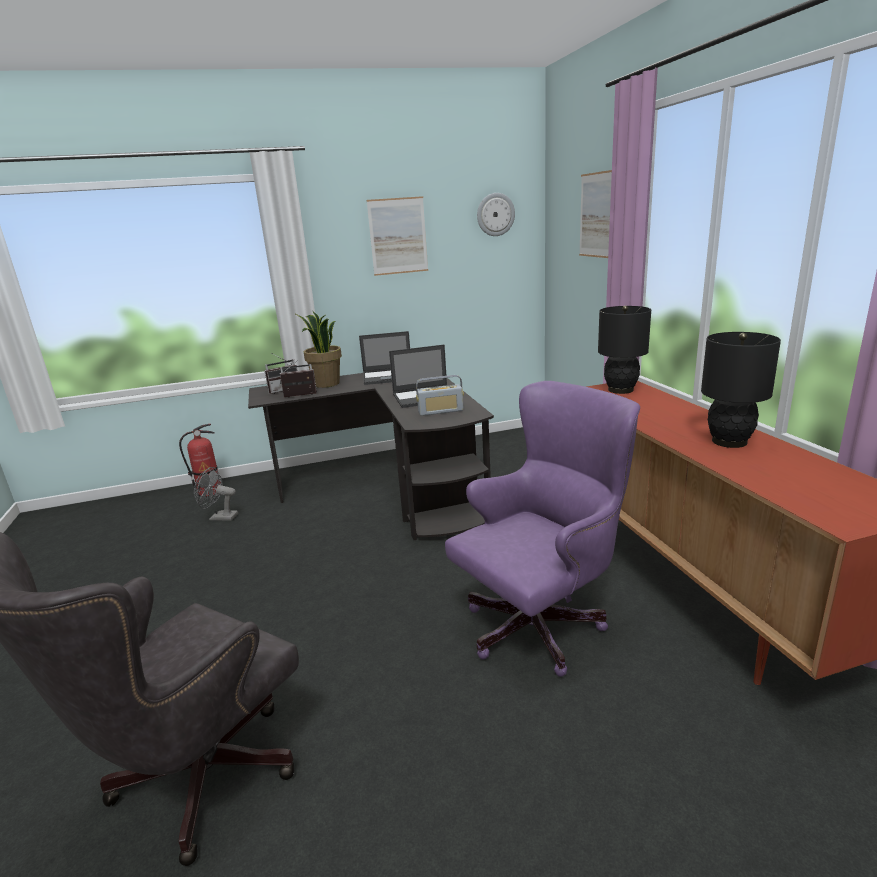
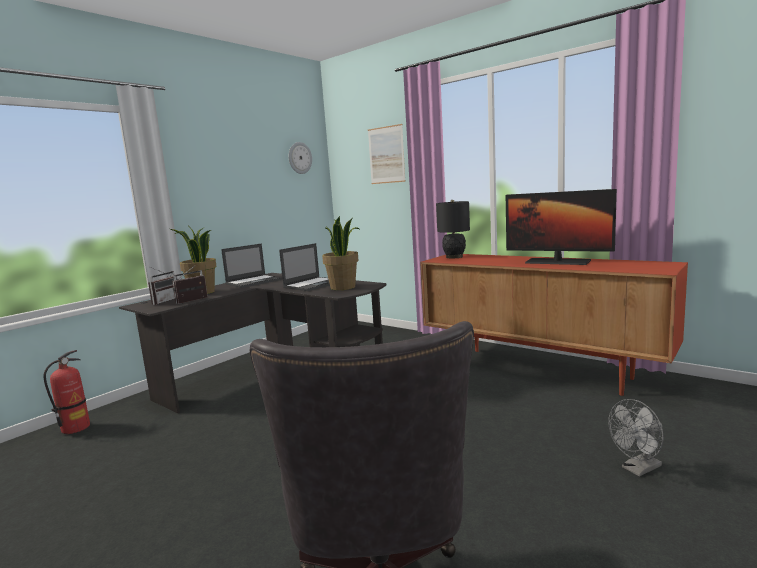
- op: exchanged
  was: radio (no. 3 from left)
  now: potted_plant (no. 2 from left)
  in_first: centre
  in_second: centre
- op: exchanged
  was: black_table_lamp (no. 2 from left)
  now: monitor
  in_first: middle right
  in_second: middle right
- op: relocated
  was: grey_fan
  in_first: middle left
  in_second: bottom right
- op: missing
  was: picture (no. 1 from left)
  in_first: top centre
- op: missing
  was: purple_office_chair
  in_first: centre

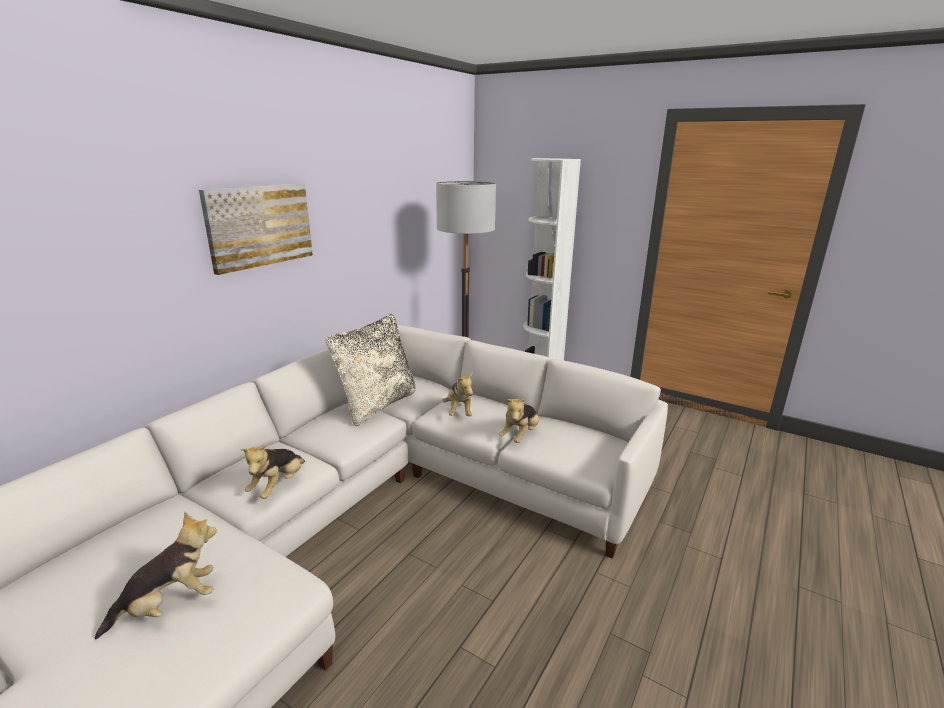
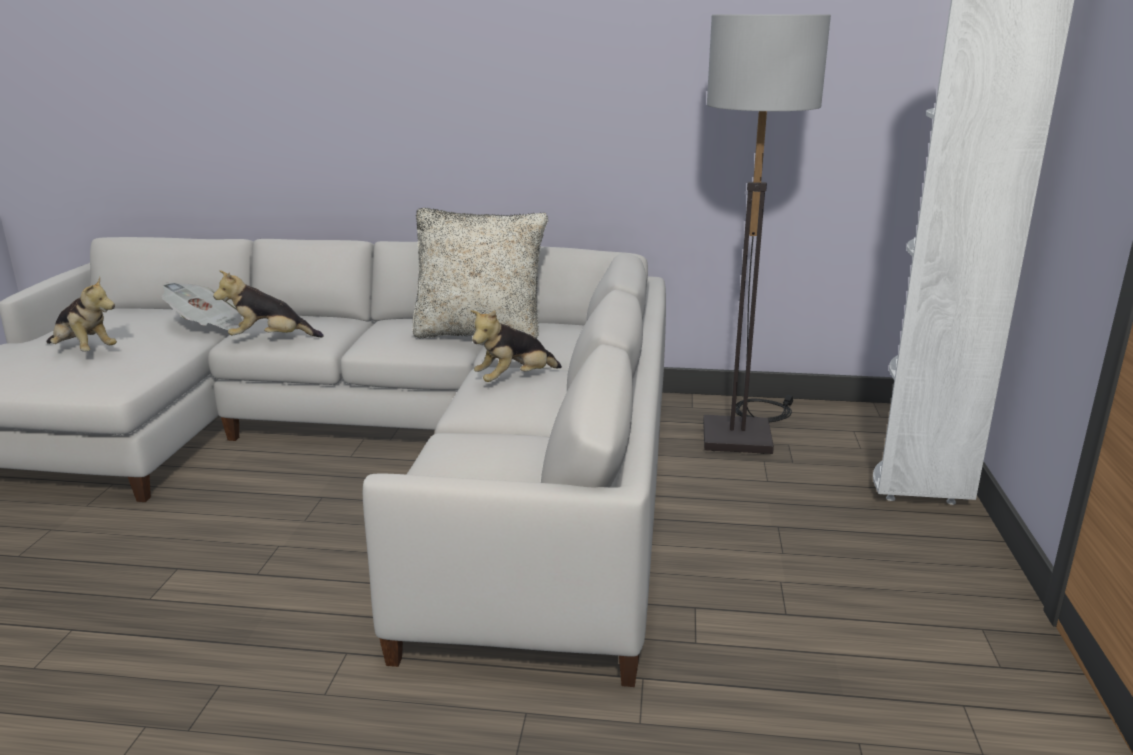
- op: appeared
  now: newspaper
  in_second: middle left
- op: missing
  was: picture
  in_first: top left
- op: missing
  was: plush_toy (no. 4 from left)
  in_first: centre

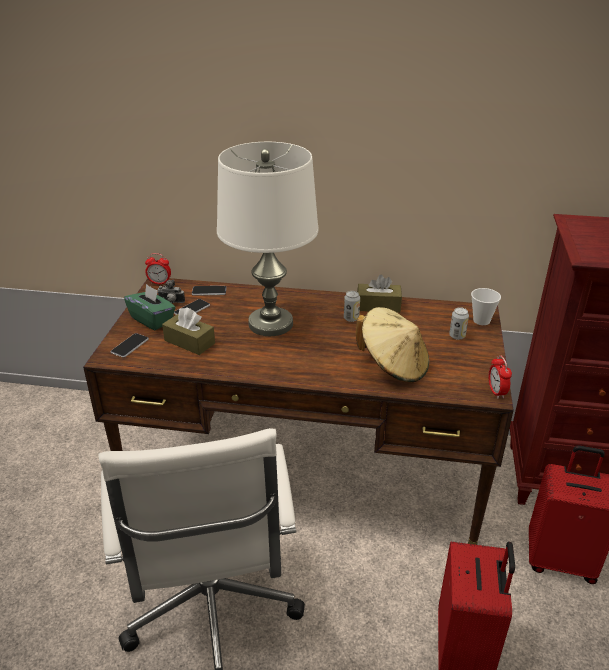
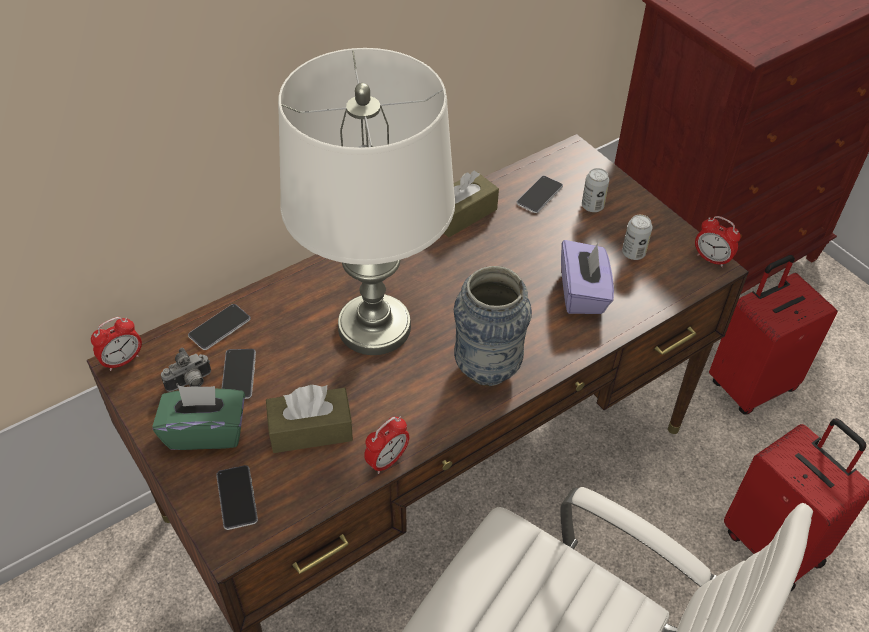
- op: appeared
  now: alarm_clock (no. 2 from left)
  in_second: bottom centre
- op: appeared
  now: vase
  in_second: centre
- op: appeared
  now: phone (no. 4 from left)
  in_second: top centre
- op: exchanged
  was: beige_hat
  now: purple_tissue_box
  in_first: centre
  in_second: middle right
- op: relocated
  was: can (no. 1 from left in the first image)
  now: can (no. 2 from left)
  in_first: centre
  in_second: middle right
- op: missing
  was: cup
  in_first: middle right

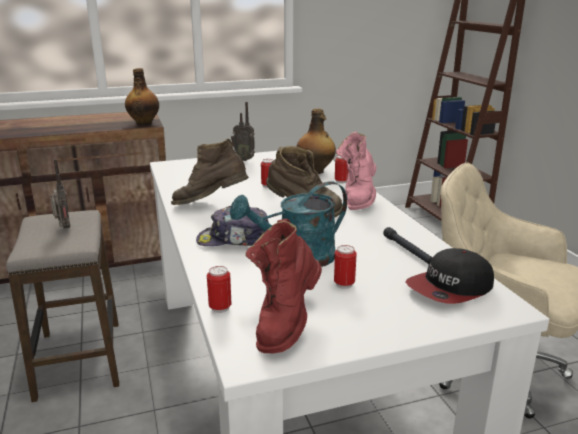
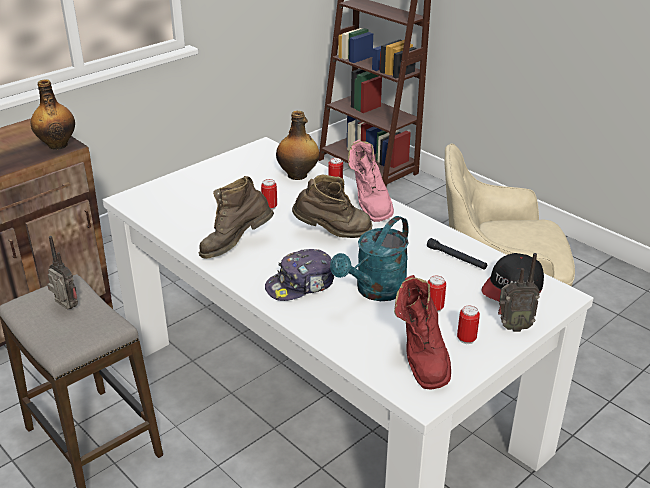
- op: relocated
  was: can (no. 1 from left in the first image)
  now: can (no. 4 from left)
  in_first: centre
  in_second: middle right
- op: relocated
  was: radio (no. 2 from left)
  in_first: top centre
  in_second: middle right

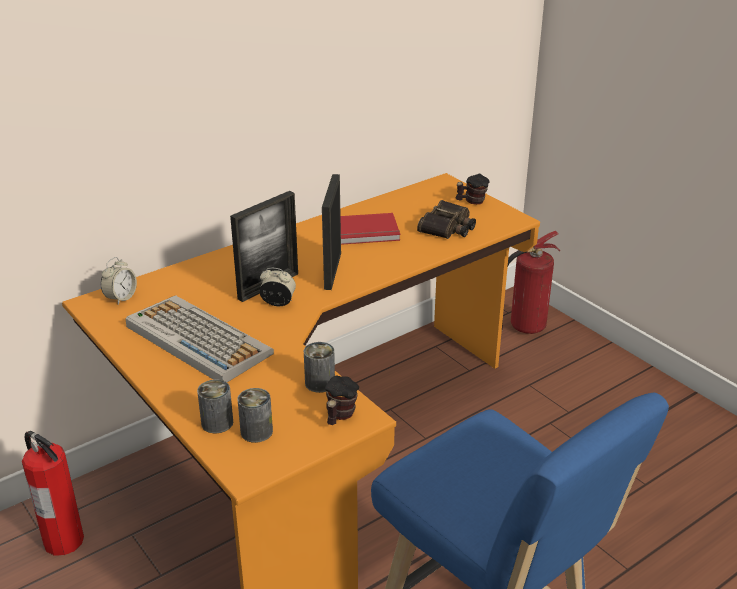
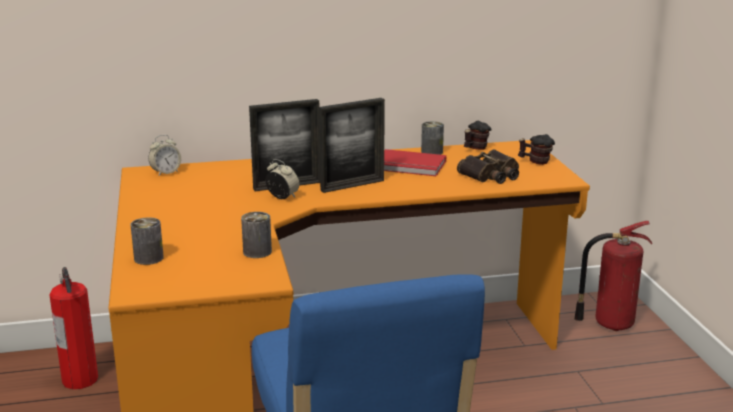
- op: spun
  was: picture_frame (no. 2 from left)
  in_first: centre
  in_second: centre
  clockwise: -150
- op: relocated
  was: can (no. 2 from left in the first image)
  now: can (no. 3 from left)
  in_first: bottom centre
  in_second: centre
- op: relocated
  was: mug (no. 1 from left)
  in_first: bottom centre
  in_second: top centre
- op: missing
  was: keyboard
  in_first: middle left

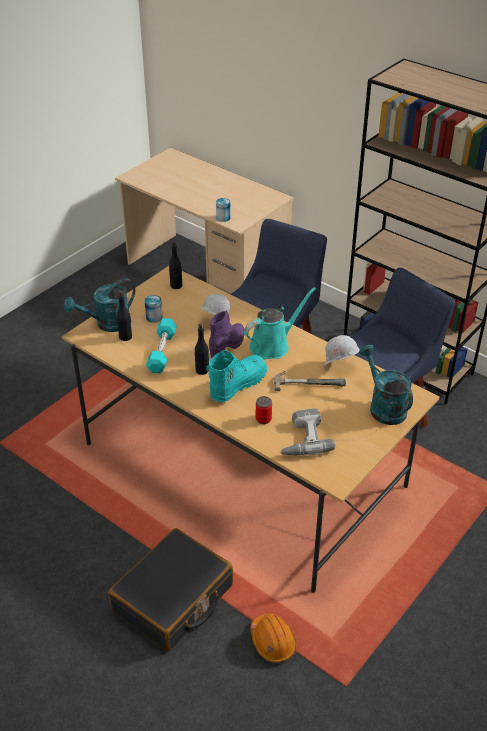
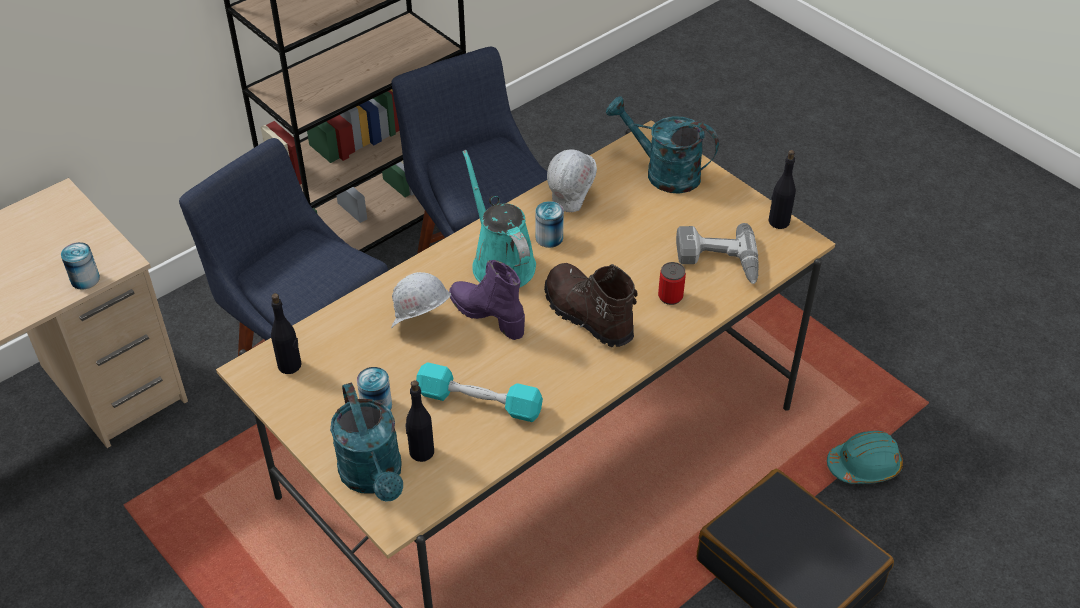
- op: appeared
  now: can (no. 3 from left)
  in_second: centre
- op: colour
  was: turquoise_boot
  now: brown_boot
  in_first: centre
  in_second: centre
- op: spun
  was: turquoise_watering_can (no. 3 from left)
  in_first: middle right
  in_second: top centre
  clockwise: 45
- op: relocated
  was: black_bottle (no. 3 from left)
  in_first: centre
  in_second: top right
- op: colour
  was: orange_hard_hat
  now: turquoise_hard_hat
  in_first: bottom centre
  in_second: bottom right
- op: missing
  was: hammer
  in_first: centre

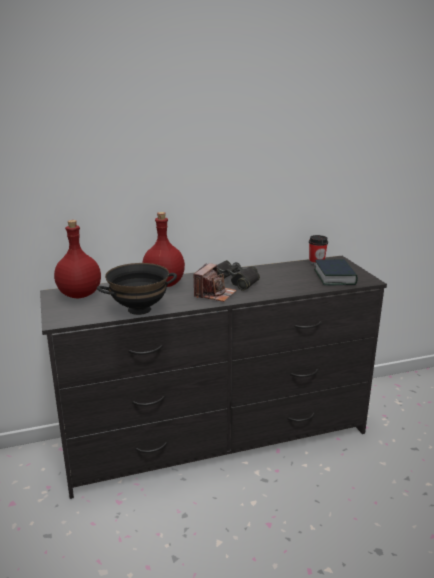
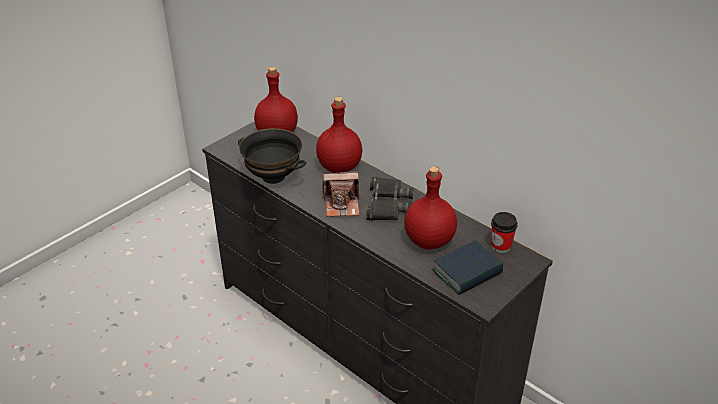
- op: appeared
  now: red_bottle (no. 3 from left)
  in_second: centre

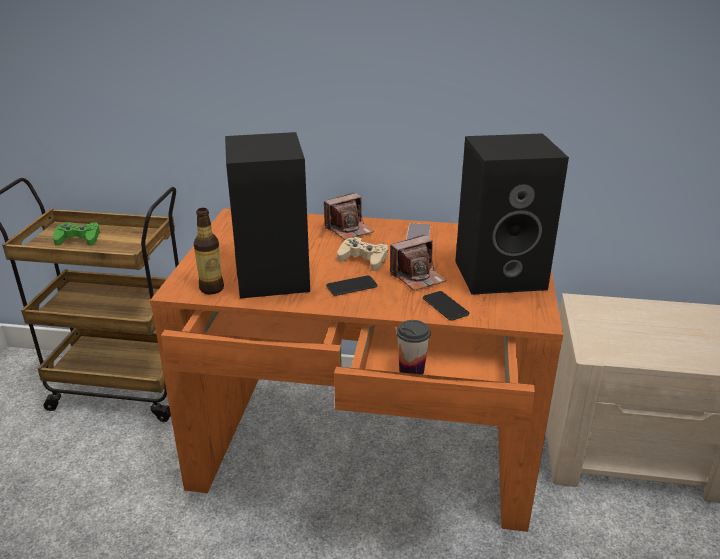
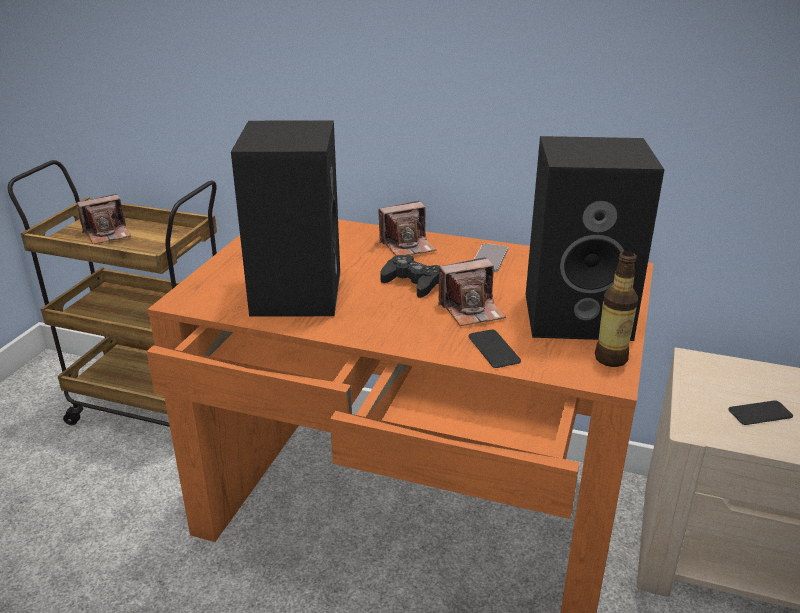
- op: exchanged
  was: green_game_controller
  now: photo_camera (no. 1 from left)
  in_first: middle left
  in_second: middle left
- op: colour
  was: beige_game_controller
  now: black_game_controller
  in_first: centre
  in_second: centre
- op: relocated
  was: bottle
  in_first: middle left
  in_second: middle right
- op: relocated
  was: phone (no. 1 from left in the first image)
  now: phone (no. 3 from left)
  in_first: centre
  in_second: bottom right
- op: missing
  was: cup
  in_first: centre

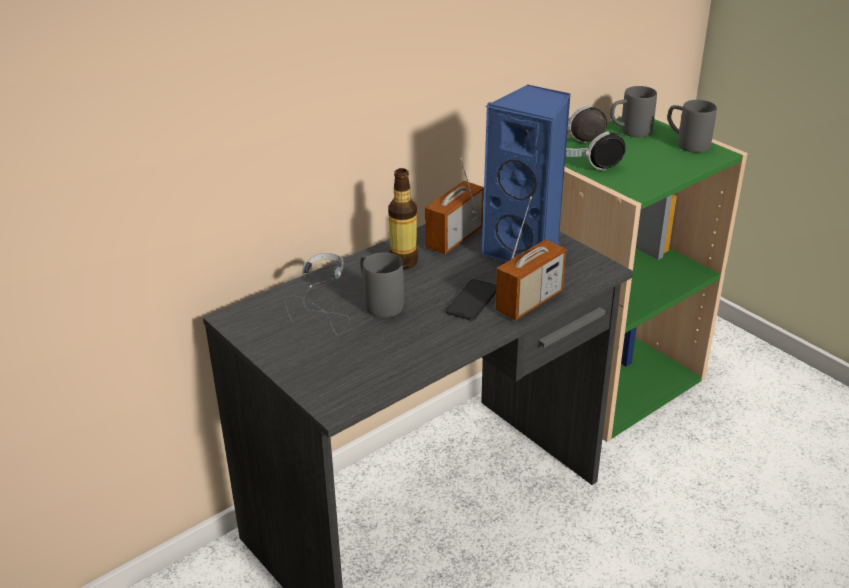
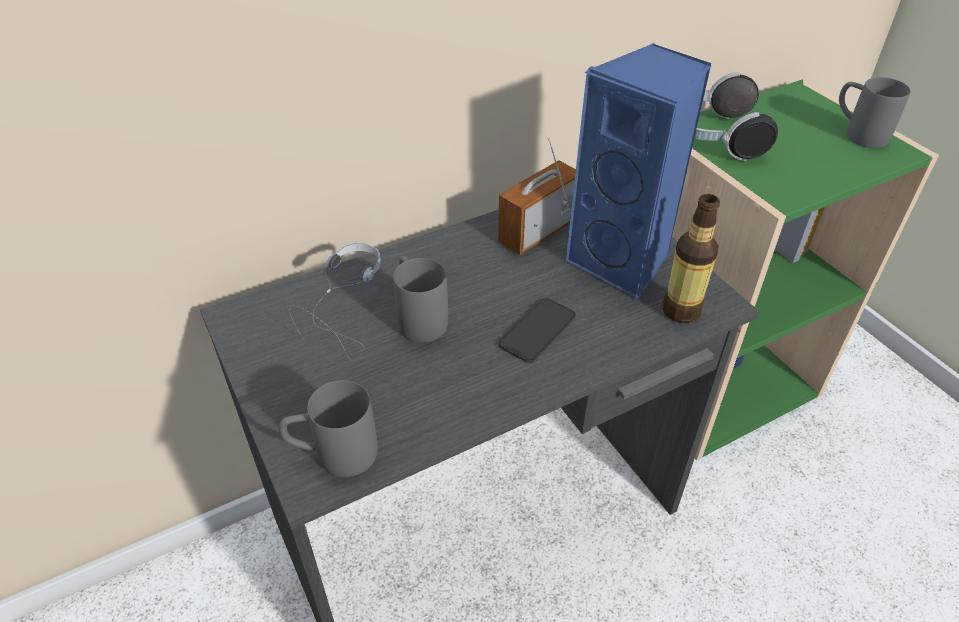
- op: relocated
  was: grey_mug (no. 2 from left in the first image)
  now: grey_mug (no. 1 from left)
  in_first: top right
  in_second: bottom centre
- op: relocated
  was: bottle
  in_first: centre
  in_second: middle right
- op: missing
  was: radio (no. 2 from left)
  in_first: centre

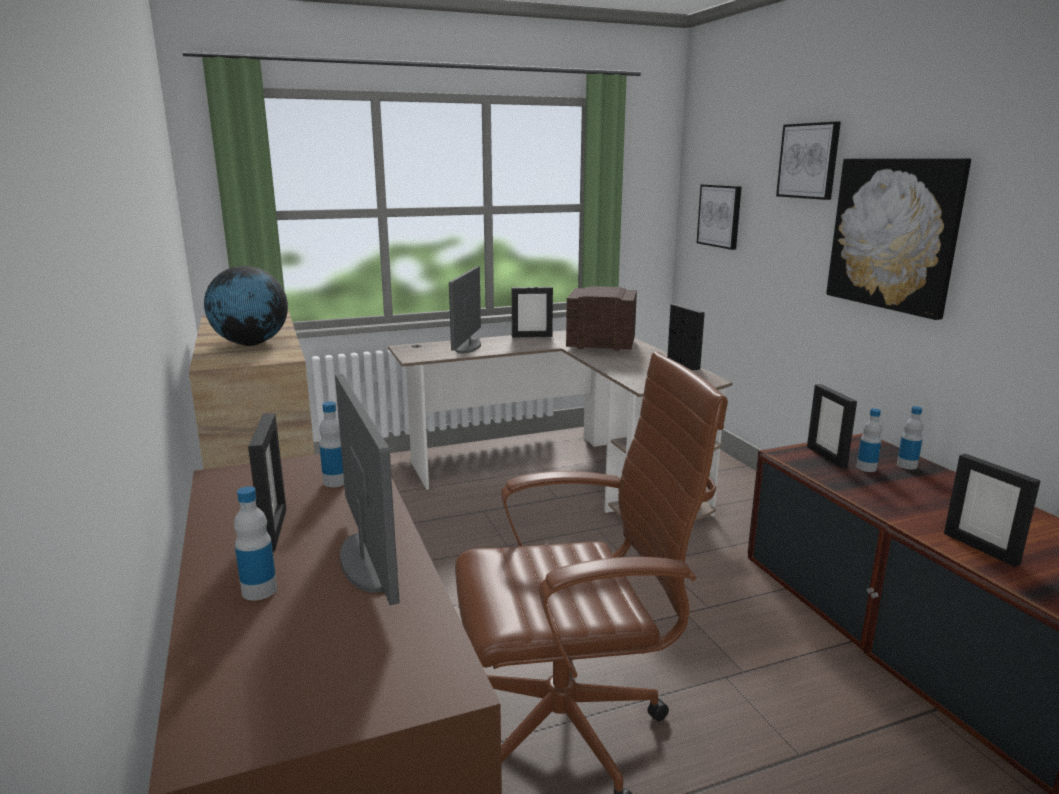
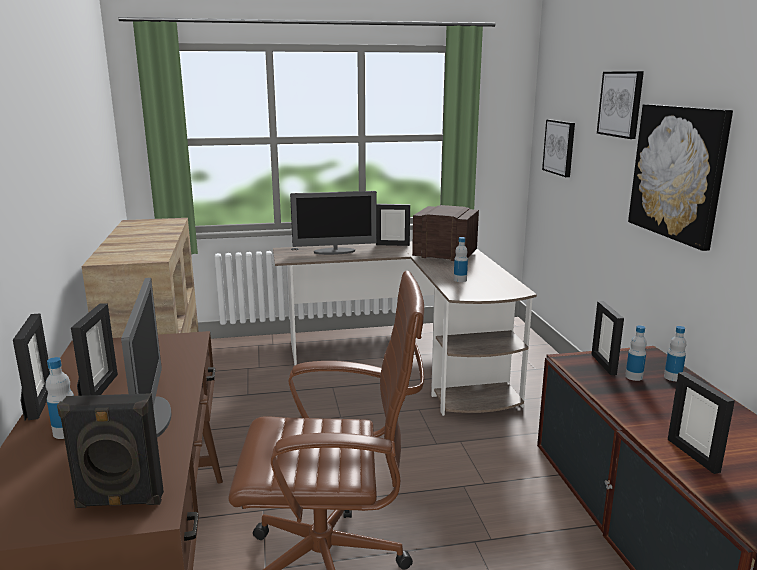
- op: relocated
  was: picture_frame (no. 3 from left in the first image)
  now: picture_frame (no. 1 from left)
  in_first: centre
  in_second: middle left
- op: appeared
  now: black_speaker
  in_second: bottom left
- op: spun
  was: monitor (no. 2 from left)
  in_first: centre
  in_second: centre
  clockwise: -120
- op: relocated
  was: bottle (no. 2 from left)
  in_first: middle left
  in_second: centre
- op: missing
  was: globe
  in_first: middle left

